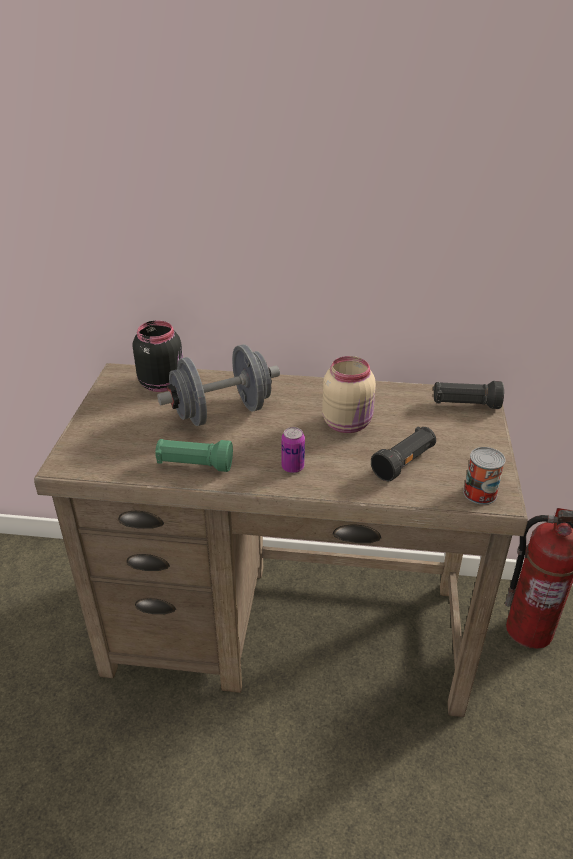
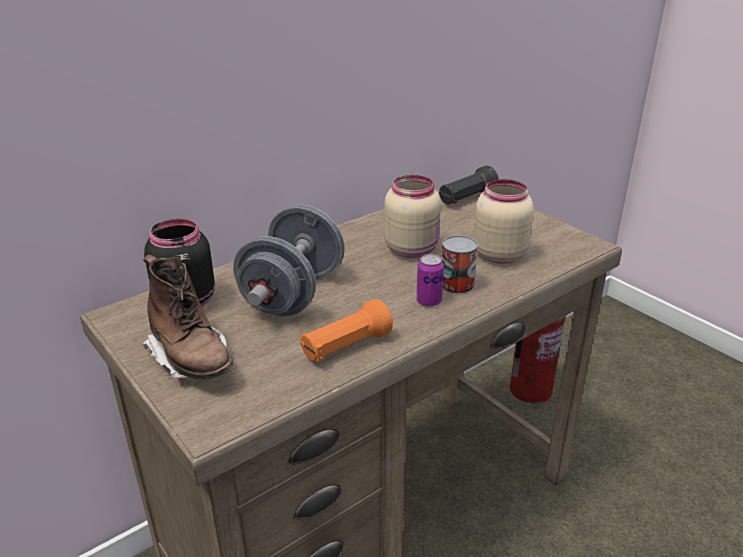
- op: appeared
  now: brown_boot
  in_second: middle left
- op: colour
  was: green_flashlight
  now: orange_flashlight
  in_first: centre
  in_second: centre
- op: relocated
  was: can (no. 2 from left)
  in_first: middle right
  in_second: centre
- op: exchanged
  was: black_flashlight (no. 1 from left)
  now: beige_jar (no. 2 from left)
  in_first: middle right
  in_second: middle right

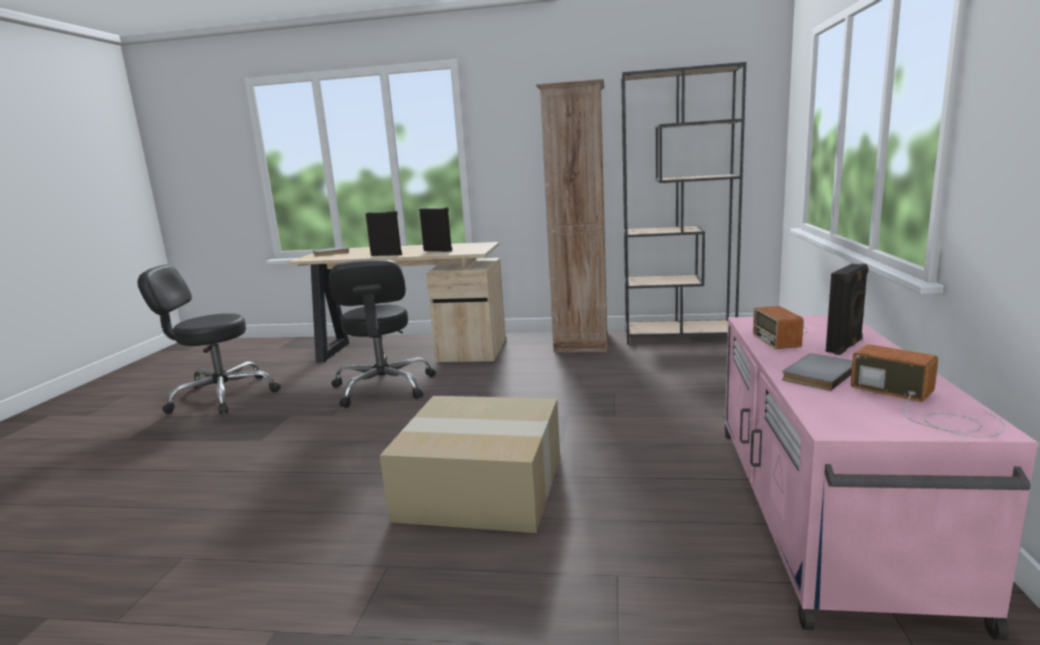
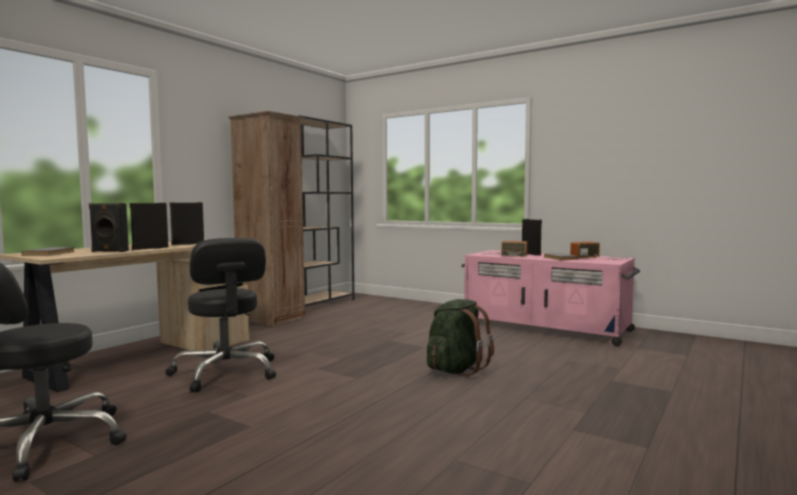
- op: appeared
  now: black_speaker (no. 1 from left)
  in_second: middle left
- op: spun
  was: black_office_chair (no. 2 from left)
  in_first: centre
  in_second: middle left
  clockwise: 45
- op: exchanged
  was: cardboard_box
  now: green_backpack
  in_first: bottom centre
  in_second: bottom centre

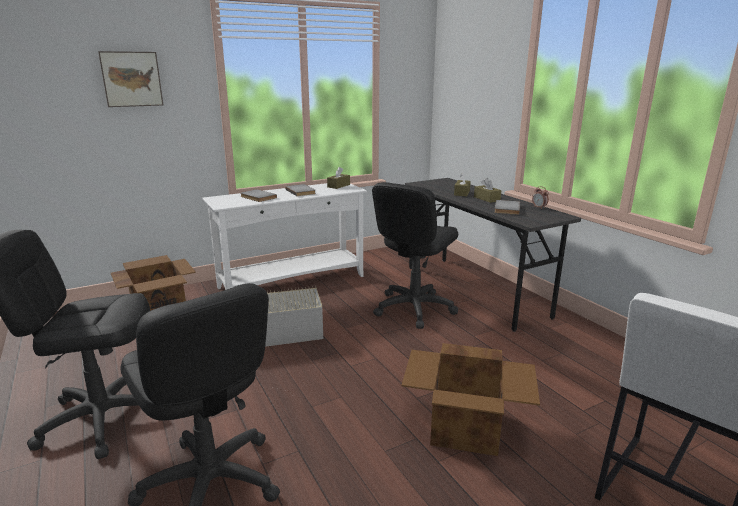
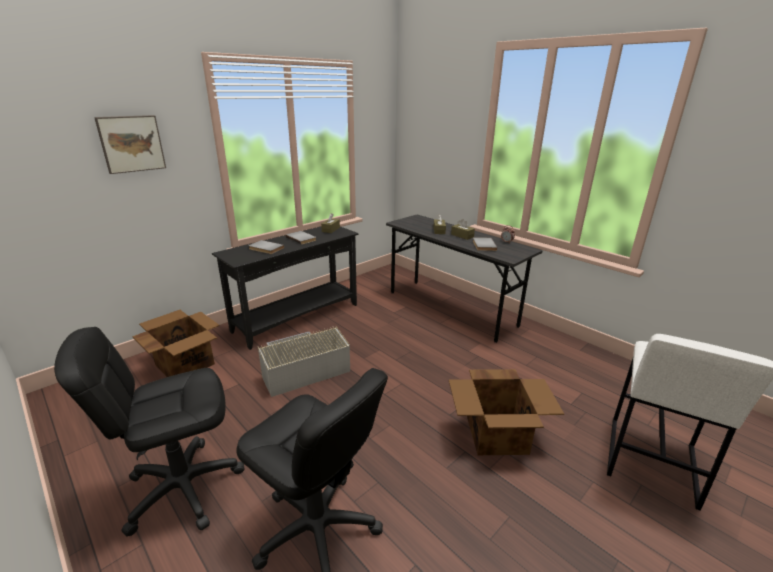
- op: colour
  was: white_console_table
  now: black_console_table
  in_first: centre
  in_second: centre
- op: missing
  was: black_office_chair (no. 3 from left)
  in_first: centre

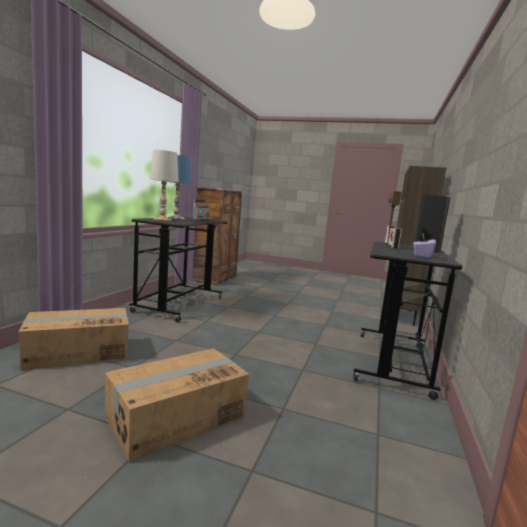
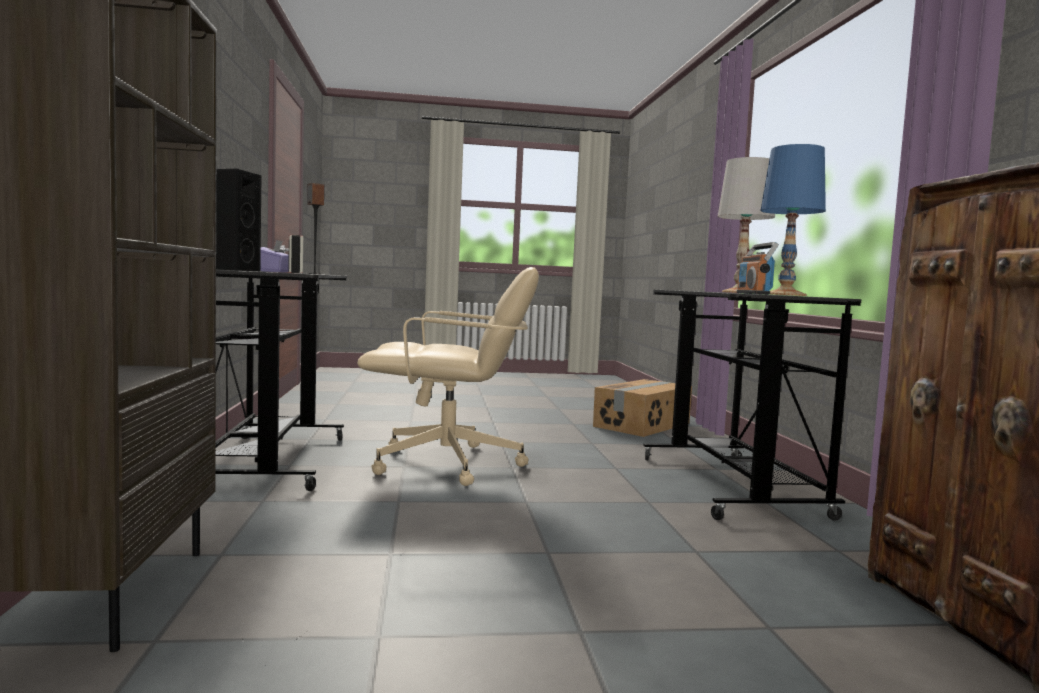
- op: appeared
  now: beige_office_chair
  in_second: centre
- op: missing
  was: cardboard_box (no. 2 from left)
  in_first: bottom centre

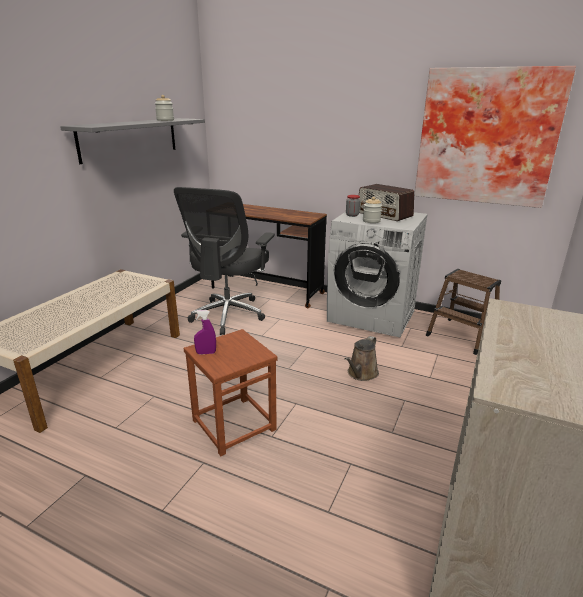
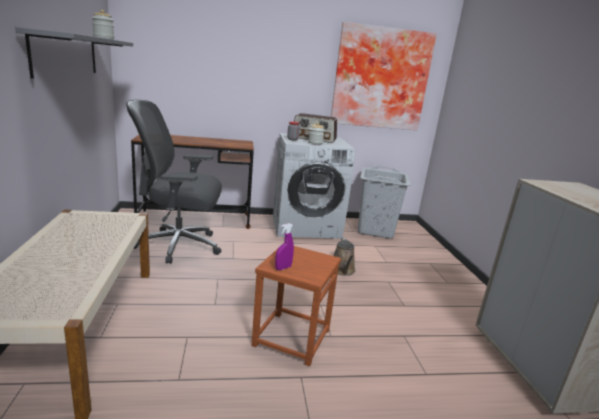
- op: spun
  was: office_chair
  in_first: centre
  in_second: middle left
  clockwise: 105
- op: exchanged
  was: brown_step_ladder
  now: grey_laundry_basket
  in_first: middle right
  in_second: centre

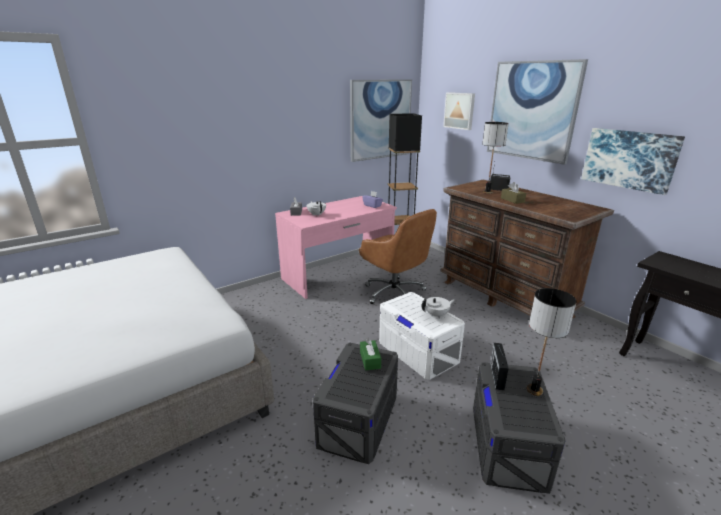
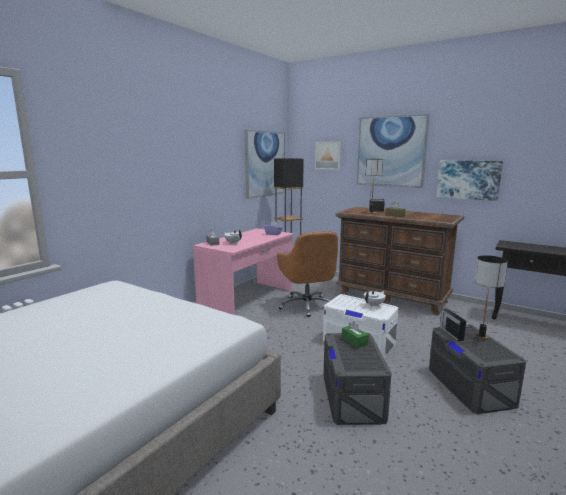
- op: spun
  was: brown_office_chair
  in_first: centre
  in_second: centre
  clockwise: 45

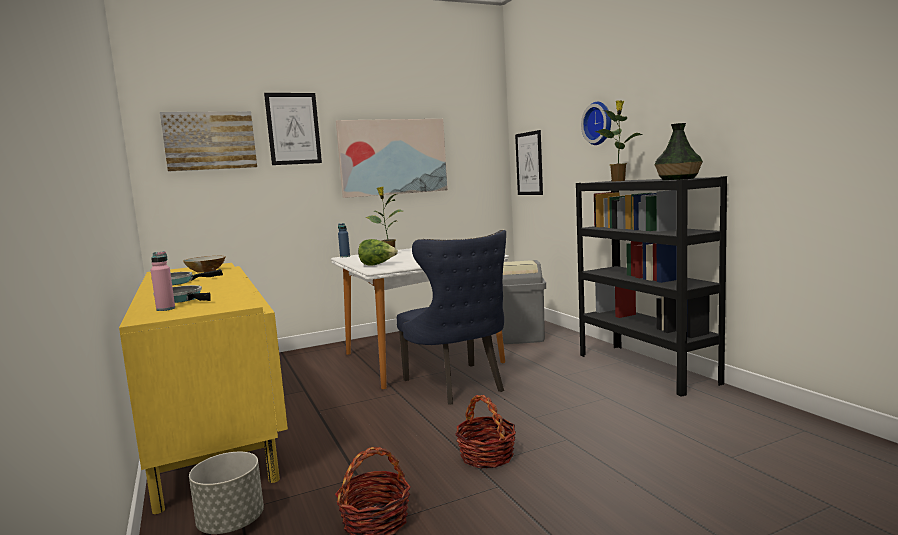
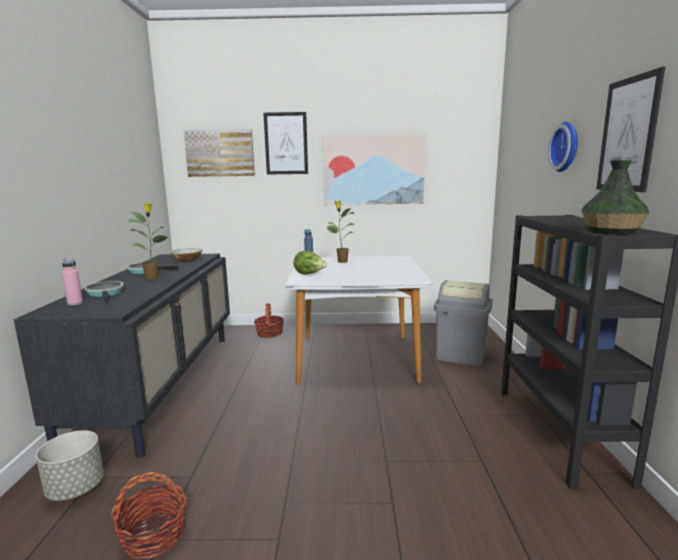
- op: colour
  was: yellow_cabinet
  now: black_cabinet
  in_first: bottom left
  in_second: middle left
- op: relocated
  was: potted_plant (no. 2 from left in the first image)
  now: potted_plant (no. 1 from left)
  in_first: top right
  in_second: middle left
- op: relocated
  was: basket (no. 2 from left)
  in_first: bottom centre
  in_second: centre
- op: relocated
  was: picture (no. 4 from left)
  in_first: top centre
  in_second: top right
- op: missing
  was: blue_chair
  in_first: centre

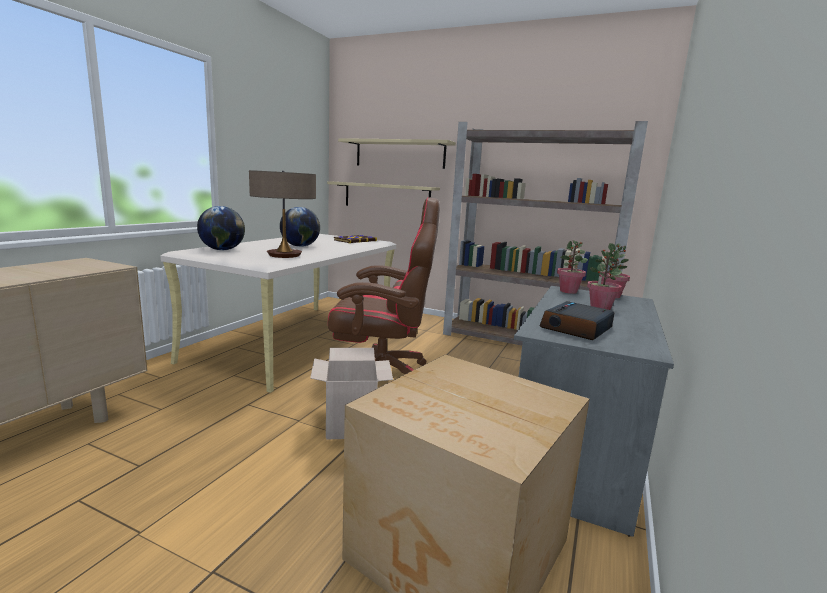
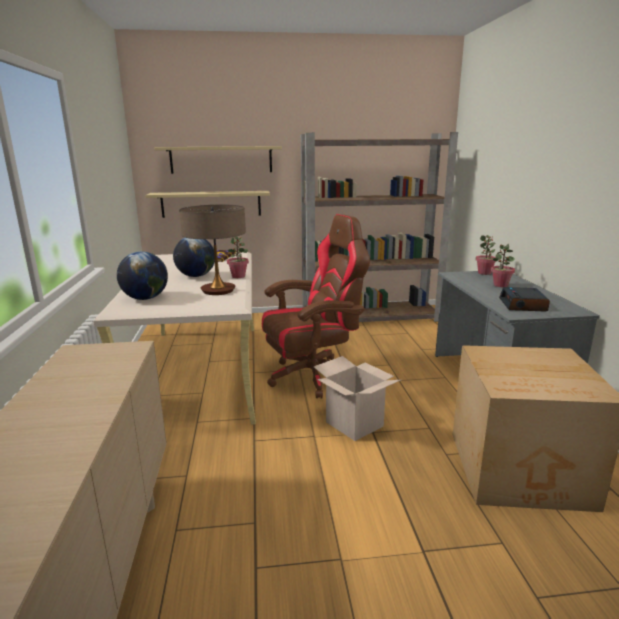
- op: relocated
  was: potted_plant (no. 1 from left)
  in_first: middle right
  in_second: centre

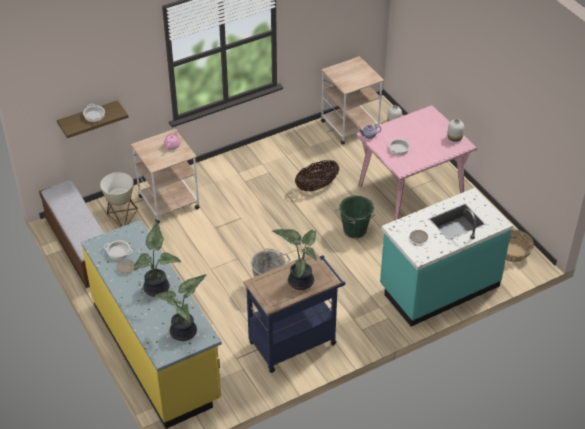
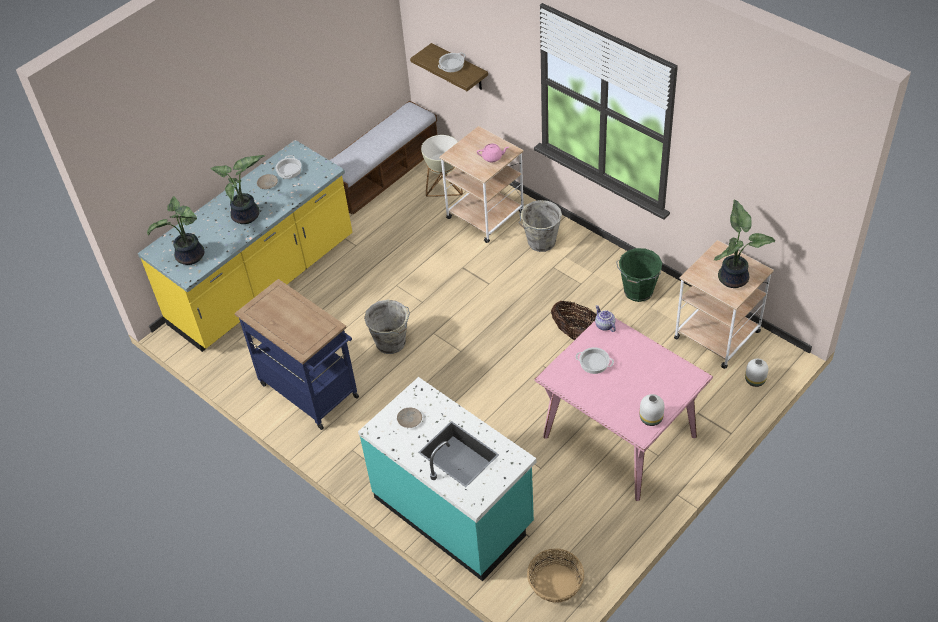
- op: appeared
  now: grey_bucket (no. 2 from left)
  in_second: centre
- op: relocated
  was: green_bucket
  in_first: centre
  in_second: middle right
- op: relocated
  was: potted_plant (no. 3 from left)
  in_first: centre
  in_second: middle right

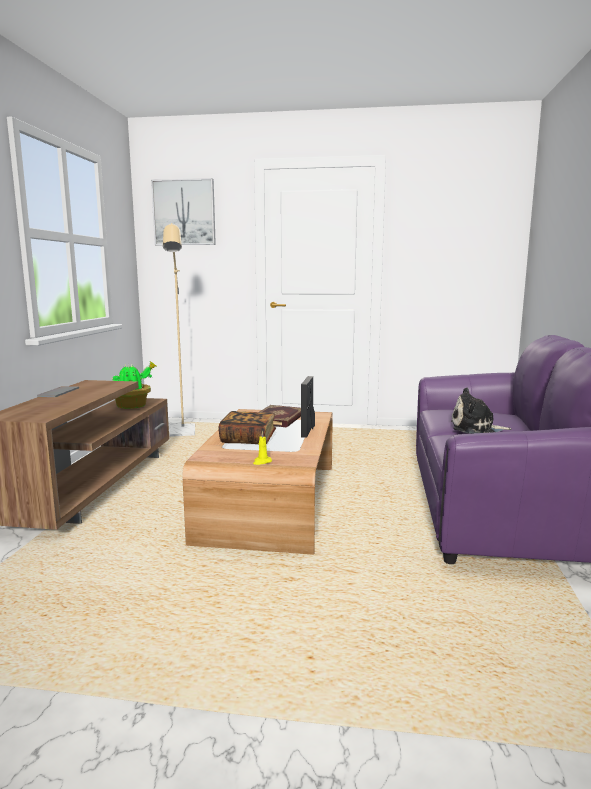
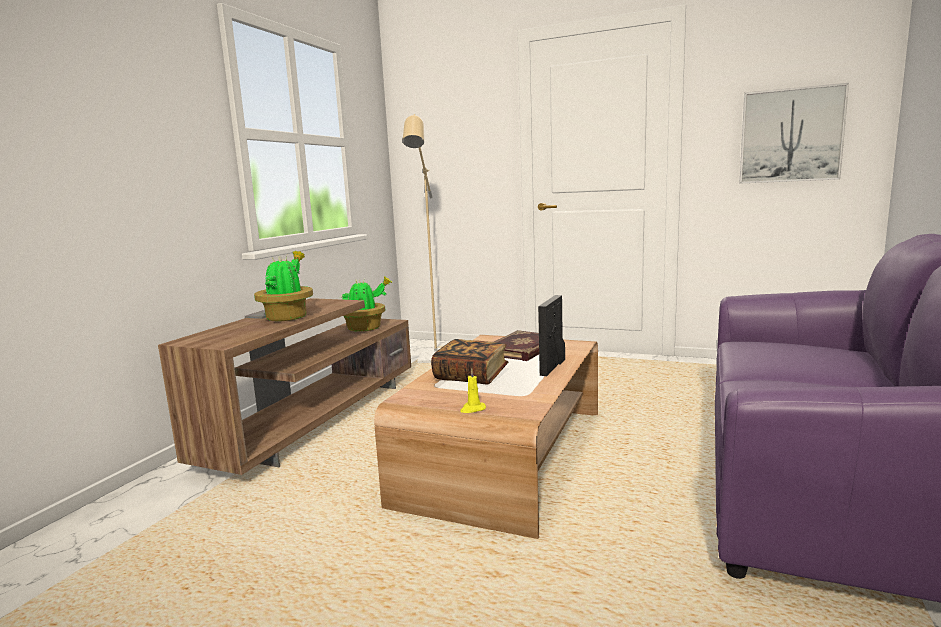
- op: appeared
  now: potted_plant (no. 1 from left)
  in_second: middle left
- op: relocated
  was: picture
  in_first: top left
  in_second: top right
- op: missing
  was: plush_toy
  in_first: middle right

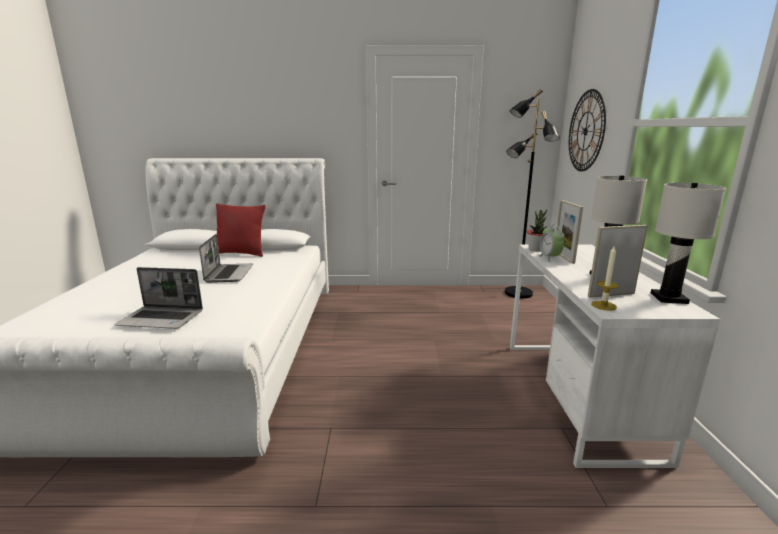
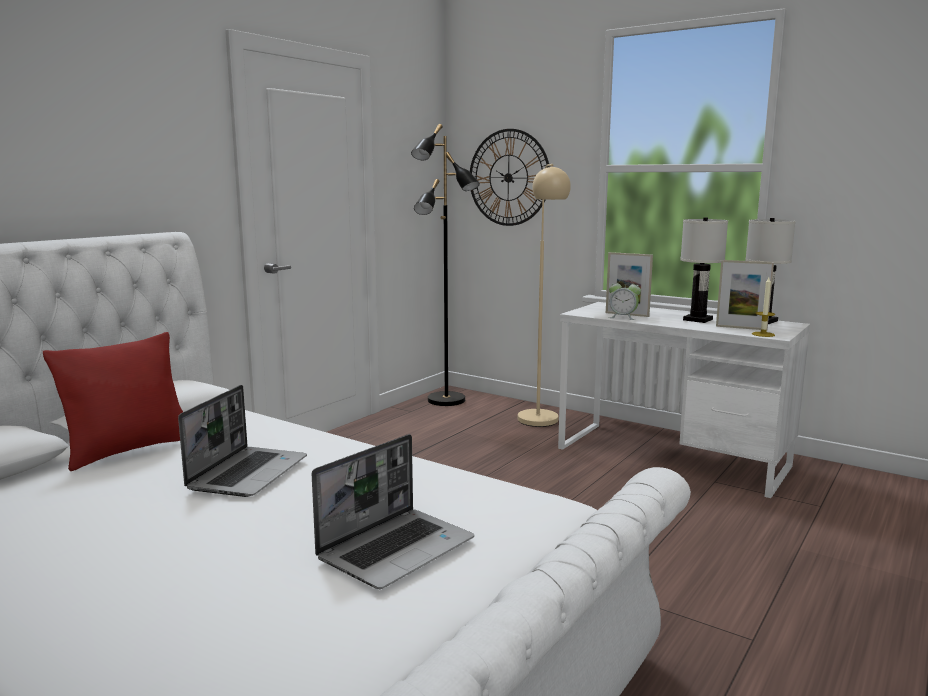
- op: spun
  was: laptop (no. 2 from left in the first image)
  in_first: middle left
  in_second: middle left
  clockwise: 75
- op: appeared
  now: beige_floor_lamp
  in_second: centre
- op: spun
  was: picture_frame (no. 2 from left)
  in_first: middle right
  in_second: middle right
  clockwise: -90
- op: missing
  was: potted_plant
  in_first: middle right

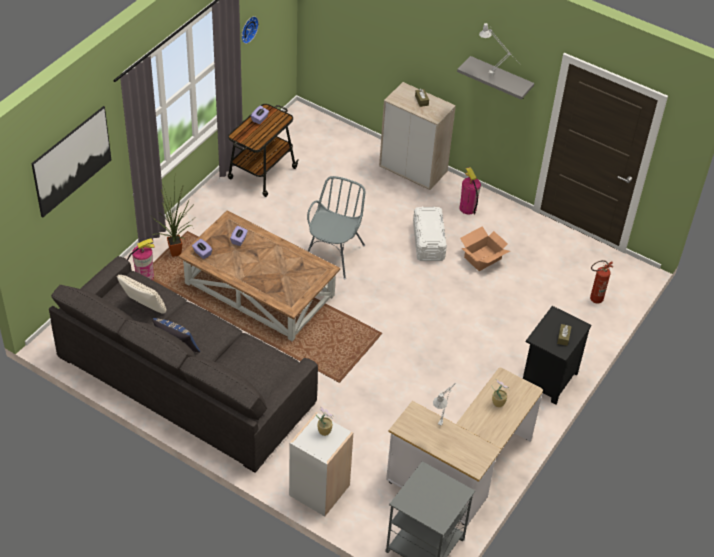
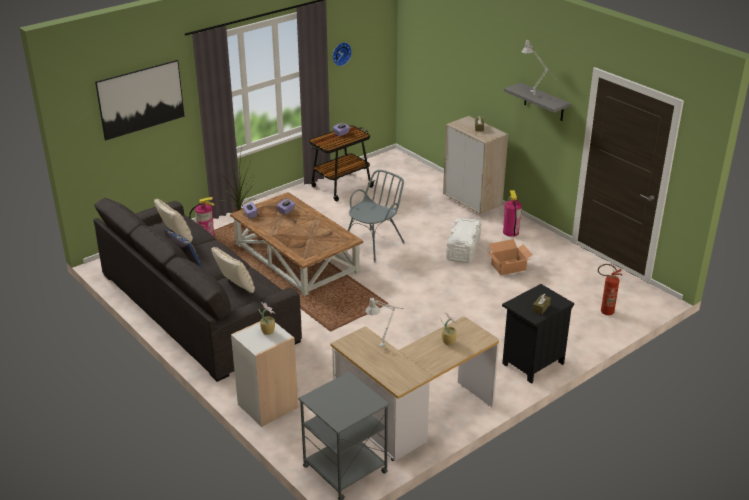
- op: appeared
  now: beige_pillow (no. 2 from left)
  in_second: middle left

